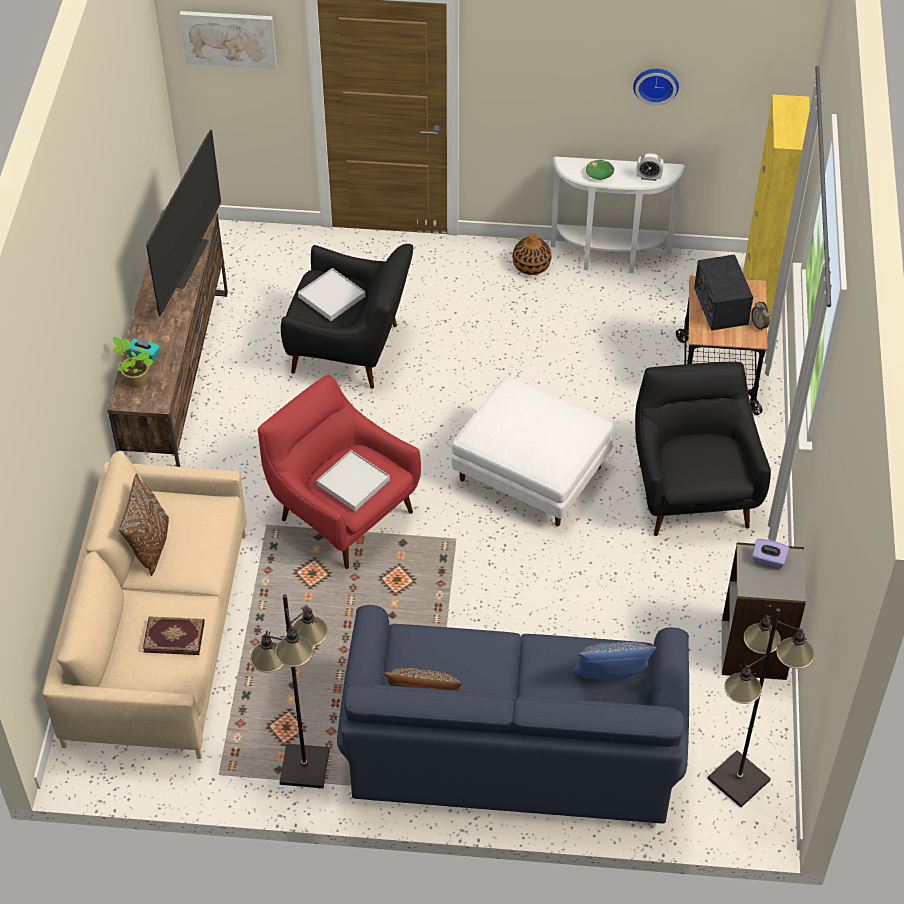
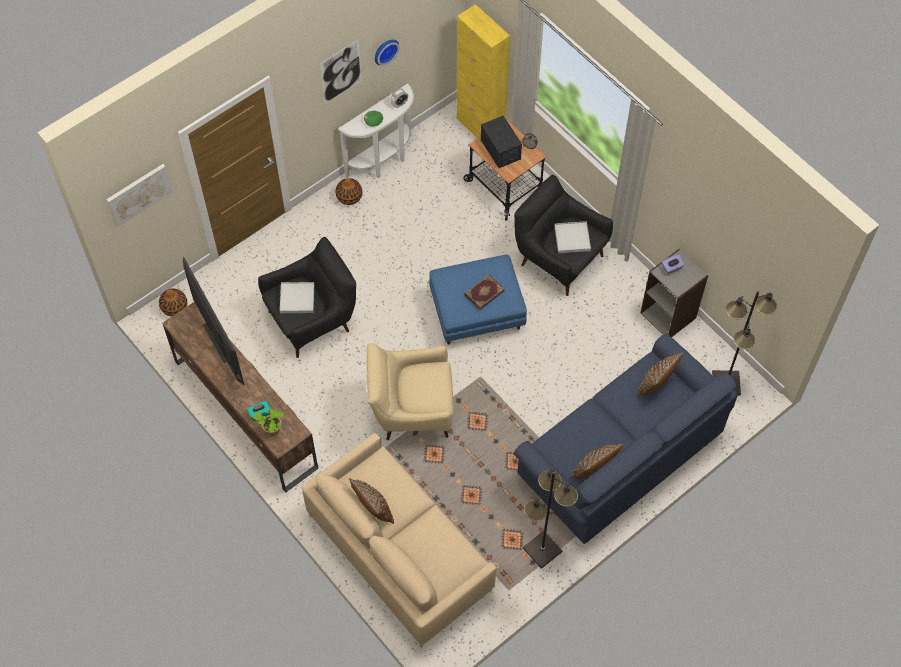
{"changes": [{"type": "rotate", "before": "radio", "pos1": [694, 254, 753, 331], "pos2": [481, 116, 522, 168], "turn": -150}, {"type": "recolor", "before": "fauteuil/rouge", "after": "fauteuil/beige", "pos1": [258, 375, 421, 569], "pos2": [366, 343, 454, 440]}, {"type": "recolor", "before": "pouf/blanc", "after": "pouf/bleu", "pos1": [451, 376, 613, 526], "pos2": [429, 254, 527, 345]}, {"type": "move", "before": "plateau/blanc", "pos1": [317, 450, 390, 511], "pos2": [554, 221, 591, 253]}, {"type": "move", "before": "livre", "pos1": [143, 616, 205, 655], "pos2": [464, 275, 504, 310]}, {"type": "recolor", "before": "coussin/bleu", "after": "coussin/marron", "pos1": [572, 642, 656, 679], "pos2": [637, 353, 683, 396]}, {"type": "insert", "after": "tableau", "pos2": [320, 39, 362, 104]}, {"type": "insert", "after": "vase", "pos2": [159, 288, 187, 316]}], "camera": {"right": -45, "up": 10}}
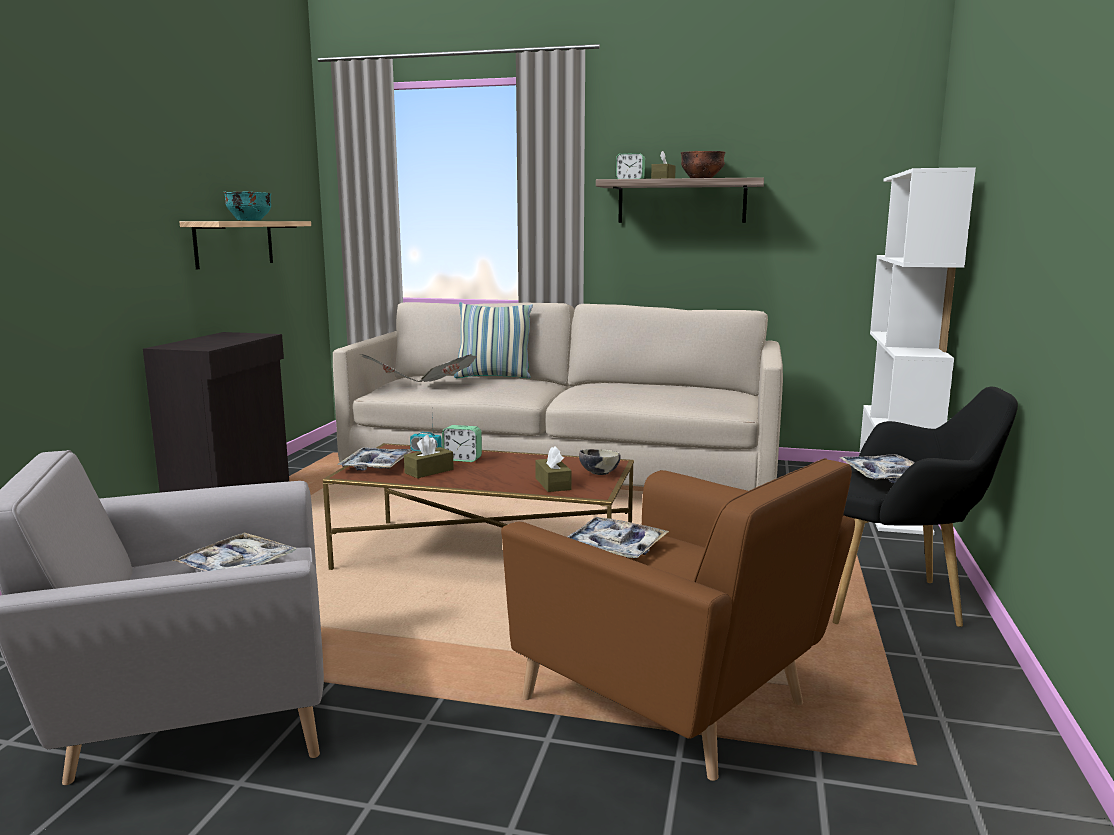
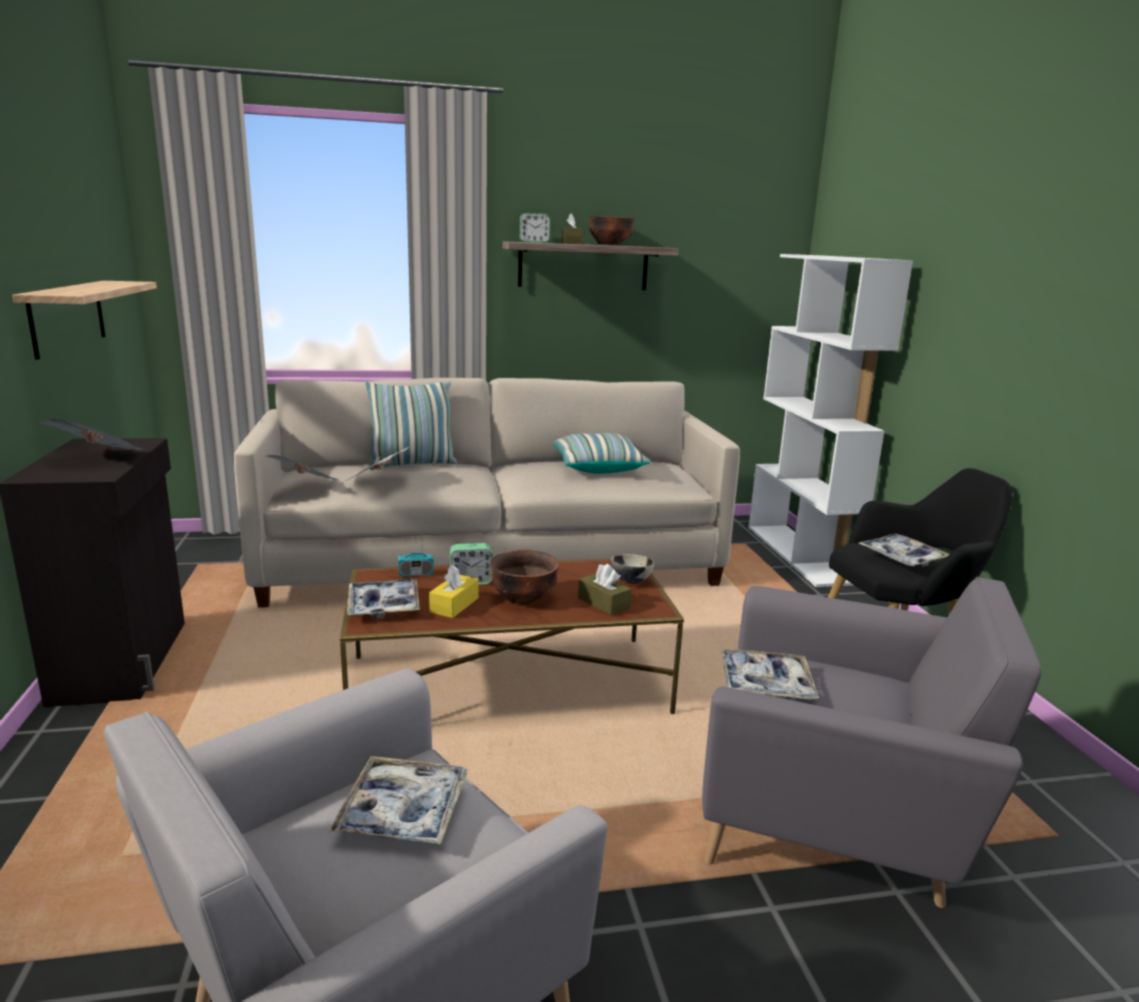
{"changes": [{"type": "delete", "before": "bol/turquoise", "pos1": [223, 192, 271, 221]}, {"type": "recolor", "before": "boîte à mouchoirs/marron", "after": "boîte à mouchoirs/jaune", "pos1": [404, 435, 454, 478], "pos2": [429, 565, 478, 618]}, {"type": "recolor", "before": "fauteuil/marron", "after": "fauteuil/gris", "pos1": [501, 458, 855, 781], "pos2": [702, 577, 1041, 908]}, {"type": "insert", "after": "journal", "pos2": [39, 419, 144, 450]}, {"type": "insert", "after": "coussin", "pos2": [553, 433, 651, 473]}, {"type": "insert", "after": "bol/marron", "pos2": [490, 549, 559, 604]}], "camera": {"right": -25, "up": 5}}
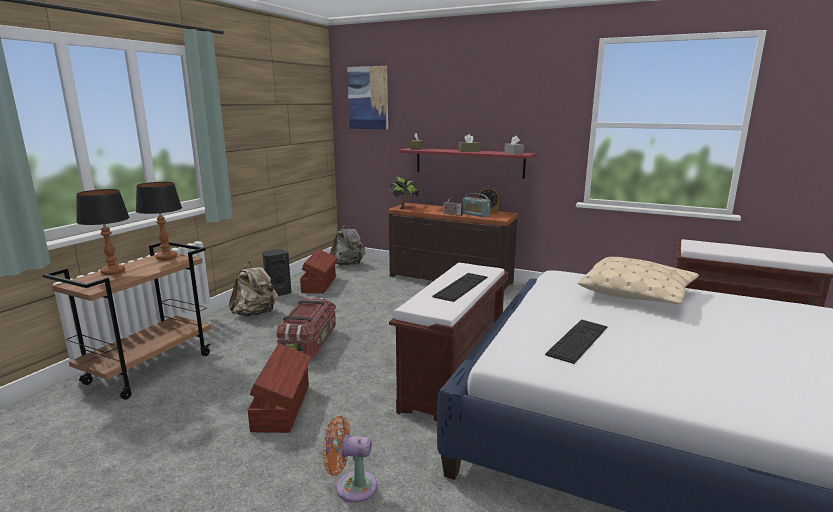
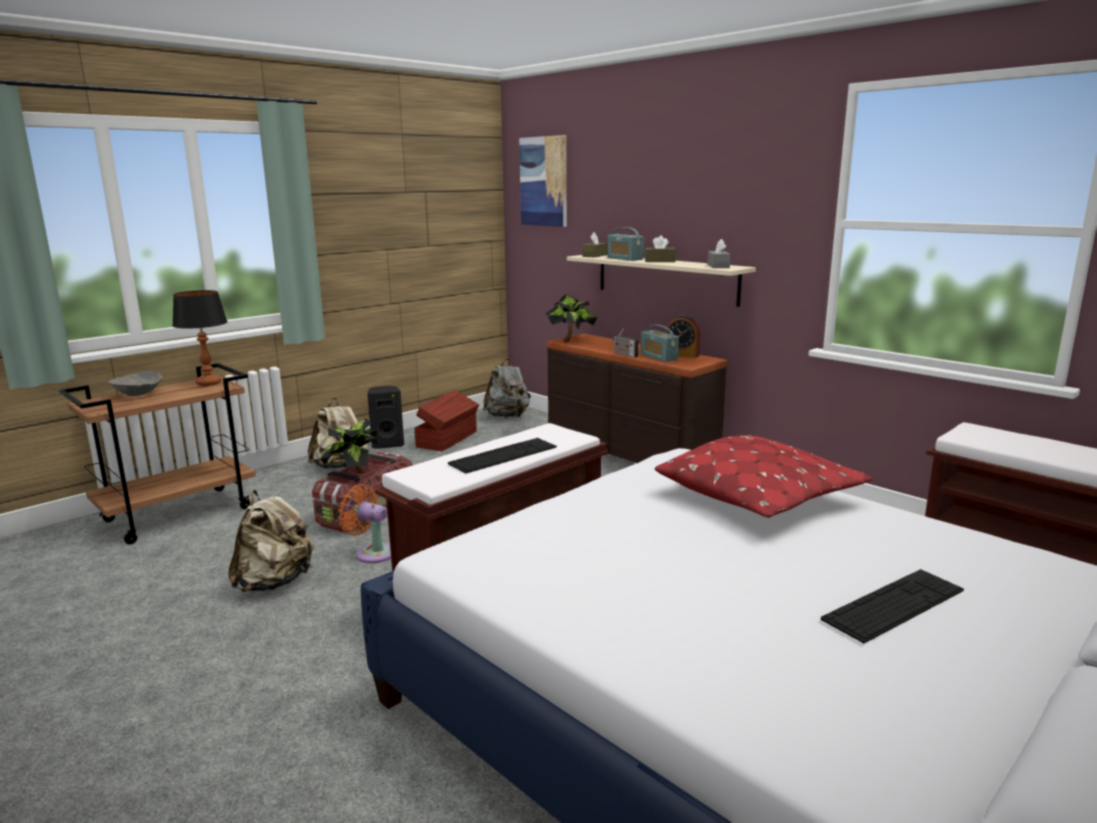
{"changes": [{"type": "recolor", "before": "étagère/rouge", "after": "étagère/beige", "pos1": [398, 148, 536, 179], "pos2": [567, 255, 756, 307]}, {"type": "replace", "before": "lampe de table", "after": "bol/gris", "pos1": [76, 189, 130, 275], "pos2": [108, 371, 162, 396]}, {"type": "recolor", "before": "coussin/beige", "after": "coussin/rouge", "pos1": [578, 257, 699, 304], "pos2": [655, 435, 873, 518]}, {"type": "move", "before": "clavier", "pos1": [545, 320, 607, 364], "pos2": [821, 569, 964, 643]}, {"type": "replace", "before": "boîte de rangement/marron", "after": "sac à dos/beige", "pos1": [247, 343, 312, 433], "pos2": [228, 490, 314, 592]}, {"type": "move", "before": "ventilateur/orange", "pos1": [323, 416, 377, 503], "pos2": [338, 484, 391, 563]}, {"type": "insert", "after": "radio", "pos2": [607, 227, 644, 261]}, {"type": "insert", "after": "plante en pot", "pos2": [320, 418, 381, 473]}], "camera": {"right": 20, "up": 0}}
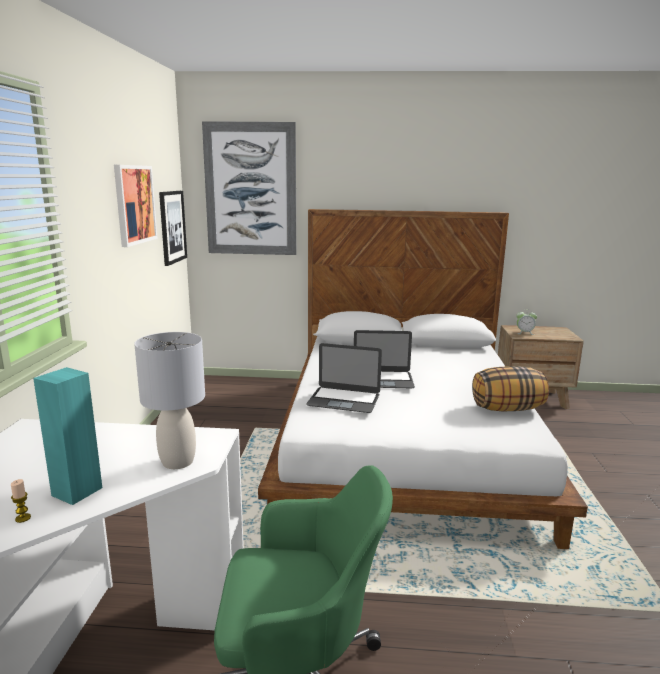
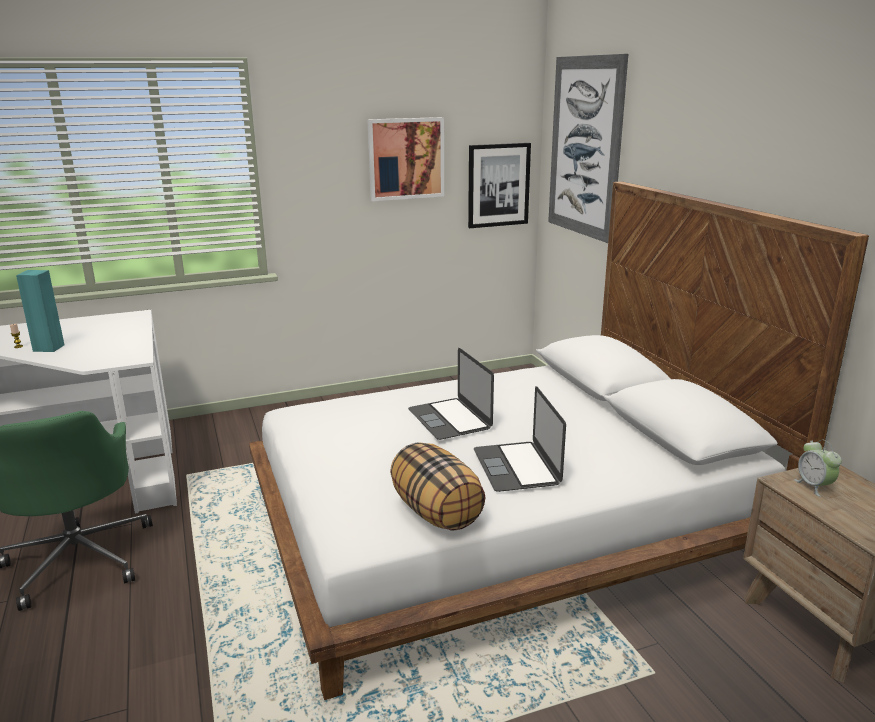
{"changes": [{"type": "delete", "before": "lampe de table/gris", "pos1": [134, 332, 205, 469]}, {"type": "move", "before": "ordinateur portable", "pos1": [306, 343, 382, 413], "pos2": [474, 386, 566, 492]}], "camera": {"right": 65, "up": 5}}
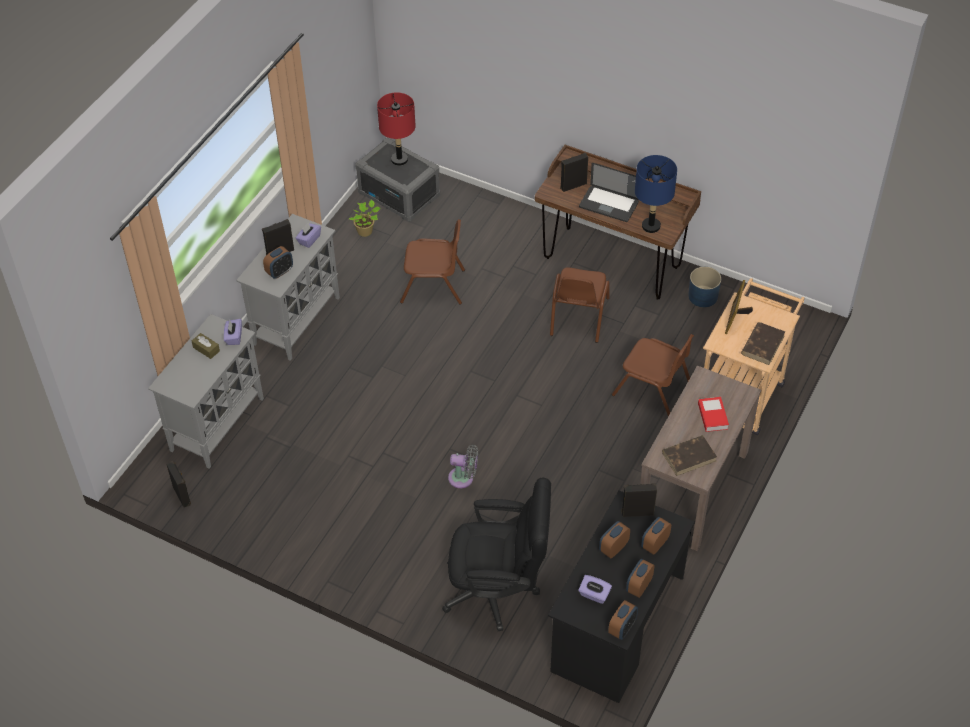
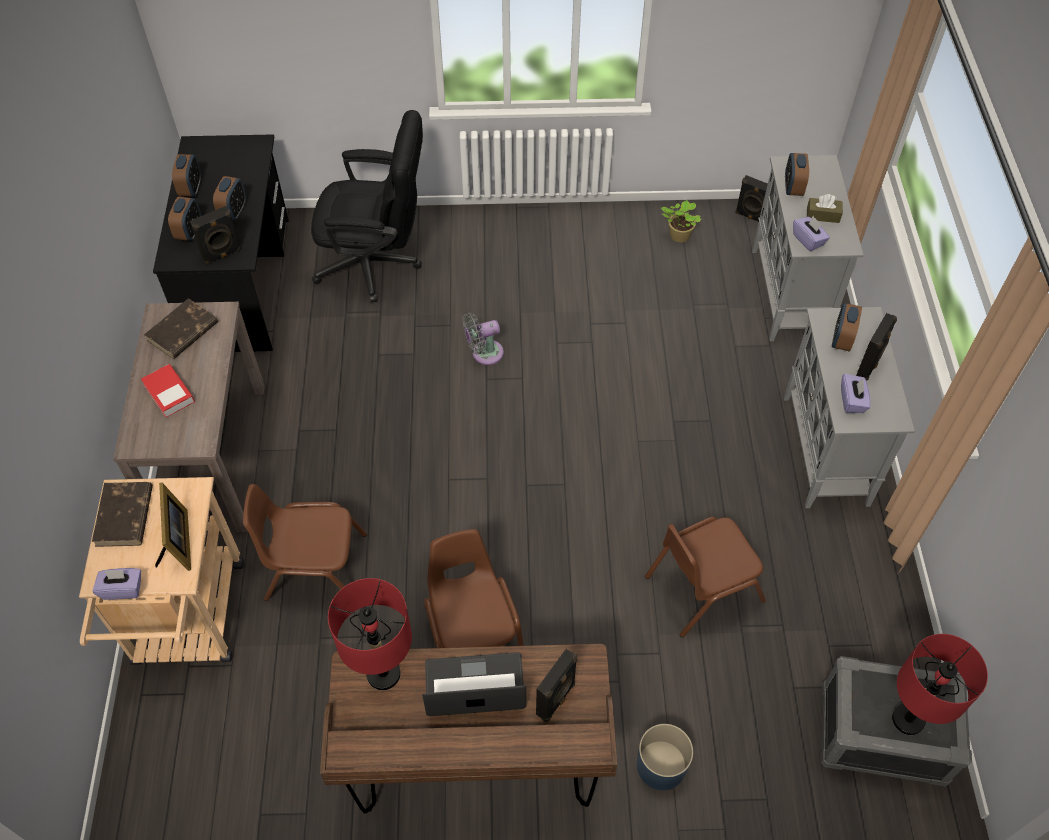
{"changes": [{"type": "recolor", "before": "lampe de table/bleu", "after": "lampe de table/rouge", "pos1": [635, 155, 677, 233], "pos2": [328, 578, 412, 690]}, {"type": "move", "before": "plante en pot", "pos1": [349, 200, 380, 237], "pos2": [661, 200, 701, 243]}, {"type": "move", "before": "cache-pot/bleu", "pos1": [688, 267, 721, 307], "pos2": [636, 724, 693, 790]}, {"type": "rotate", "before": "chaise de bureau/noir", "pos1": [442, 478, 551, 631], "pos2": [311, 110, 423, 303], "turn": -150}, {"type": "move", "before": "boîte à mouchoirs/violet", "pos1": [578, 575, 612, 604], "pos2": [93, 568, 141, 600]}, {"type": "move", "before": "réveil", "pos1": [608, 600, 638, 640], "pos2": [785, 153, 809, 196]}], "camera": {"right": 150, "up": 5}}
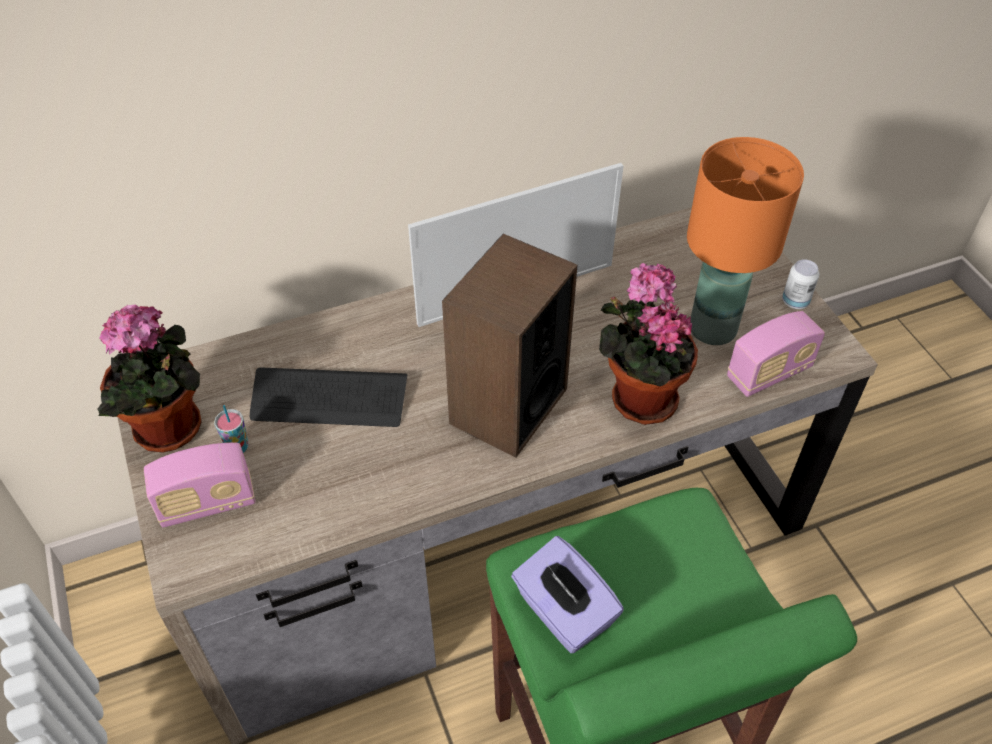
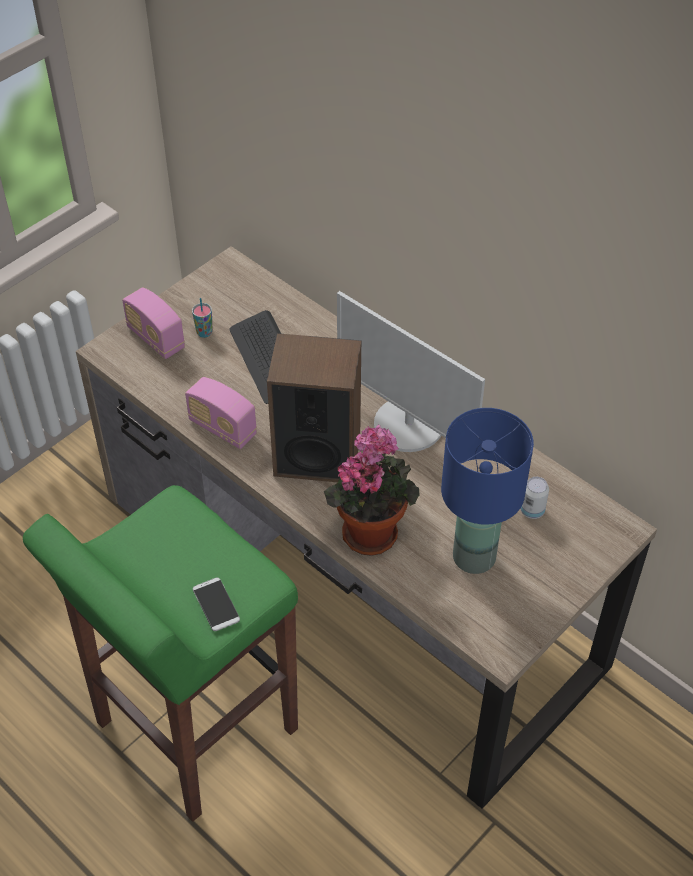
{"changes": [{"type": "recolor", "before": "lampe de table/orange", "after": "lampe de table/bleu", "pos1": [687, 137, 804, 345], "pos2": [441, 408, 534, 574]}, {"type": "move", "before": "boîte métallique", "pos1": [782, 259, 819, 309], "pos2": [520, 477, 549, 519]}, {"type": "delete", "before": "plante en pot", "pos1": [97, 305, 202, 453]}, {"type": "move", "before": "radio", "pos1": [727, 311, 825, 397], "pos2": [185, 377, 257, 449]}, {"type": "delete", "before": "boîte à mouchoirs/violet", "pos1": [511, 536, 624, 653]}, {"type": "insert", "after": "téléphone", "pos2": [193, 578, 240, 631]}], "camera": {"right": 65, "up": 0}}
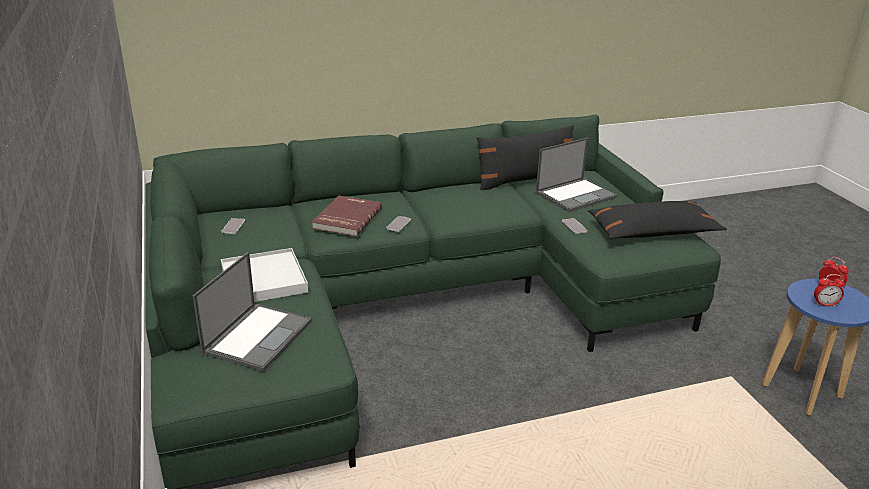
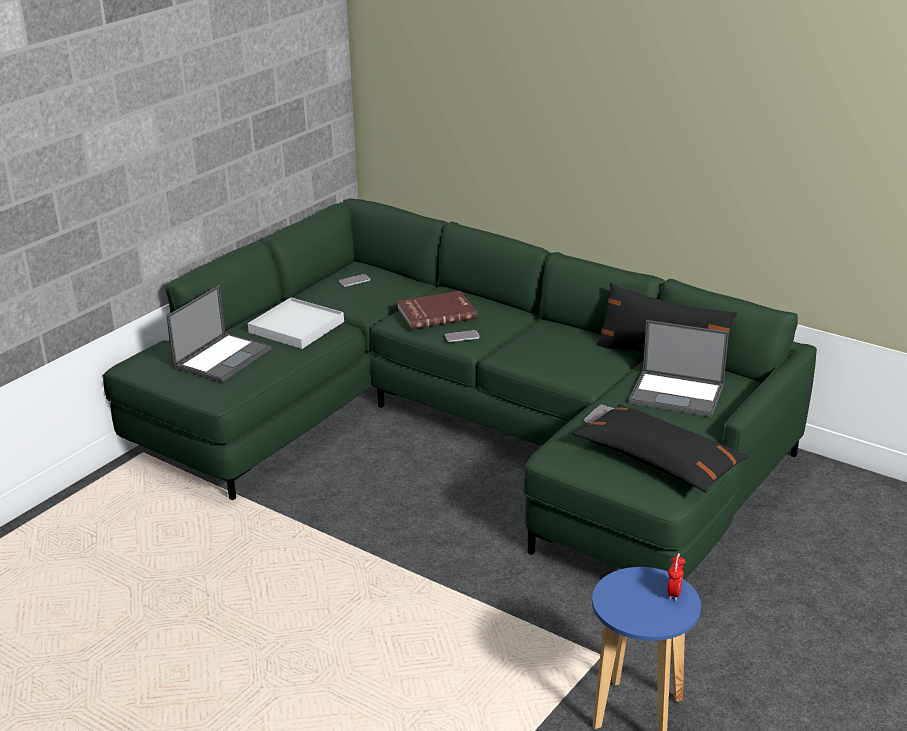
{"changes": [{"type": "rotate", "before": "ordinateur portable", "pos1": [193, 252, 312, 372], "pos2": [167, 285, 271, 383], "turn": -45}, {"type": "delete", "before": "réveil", "pos1": [814, 274, 845, 307]}], "camera": {"right": 55, "up": 0}}
